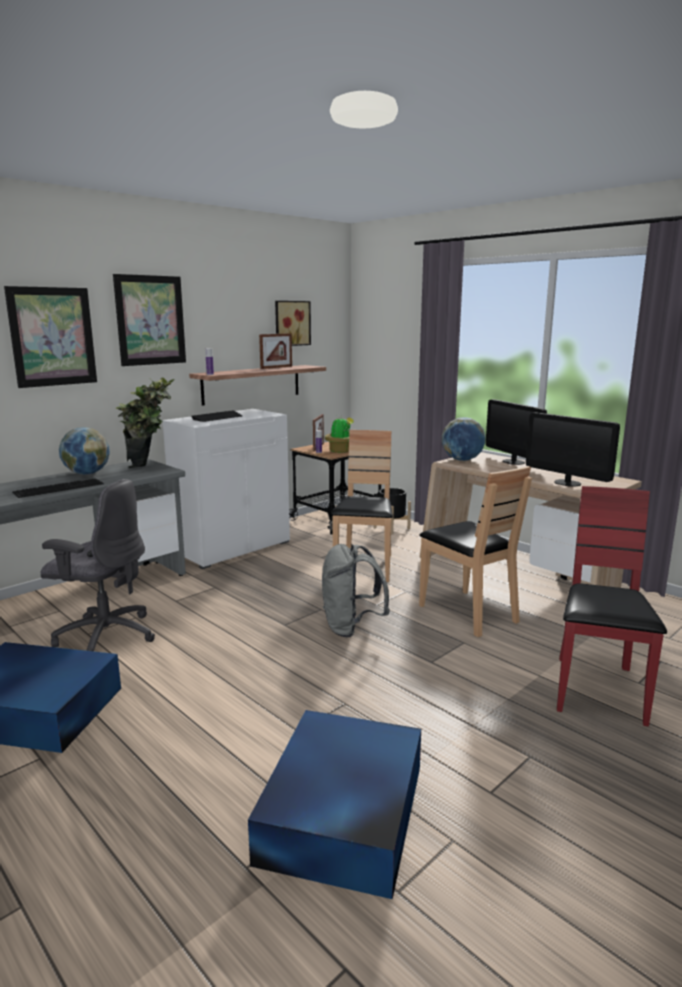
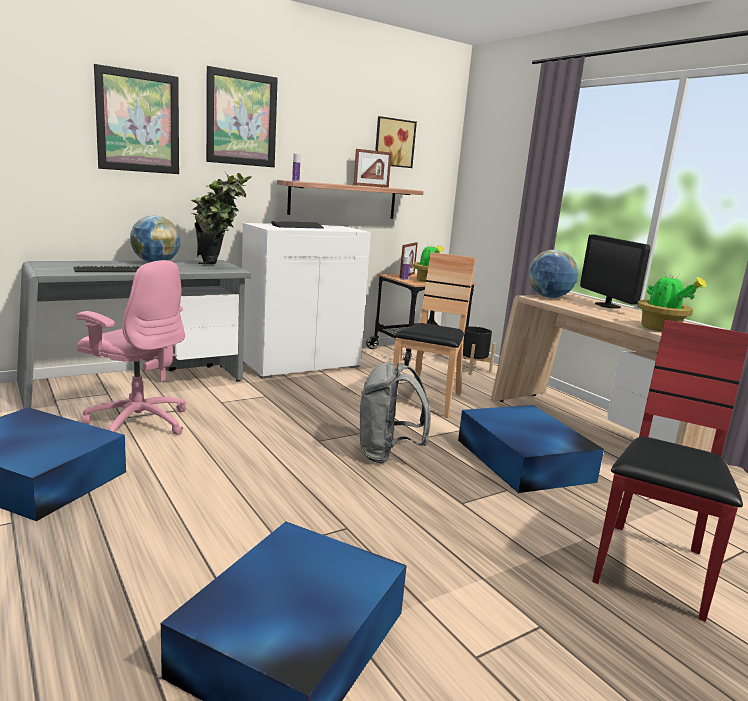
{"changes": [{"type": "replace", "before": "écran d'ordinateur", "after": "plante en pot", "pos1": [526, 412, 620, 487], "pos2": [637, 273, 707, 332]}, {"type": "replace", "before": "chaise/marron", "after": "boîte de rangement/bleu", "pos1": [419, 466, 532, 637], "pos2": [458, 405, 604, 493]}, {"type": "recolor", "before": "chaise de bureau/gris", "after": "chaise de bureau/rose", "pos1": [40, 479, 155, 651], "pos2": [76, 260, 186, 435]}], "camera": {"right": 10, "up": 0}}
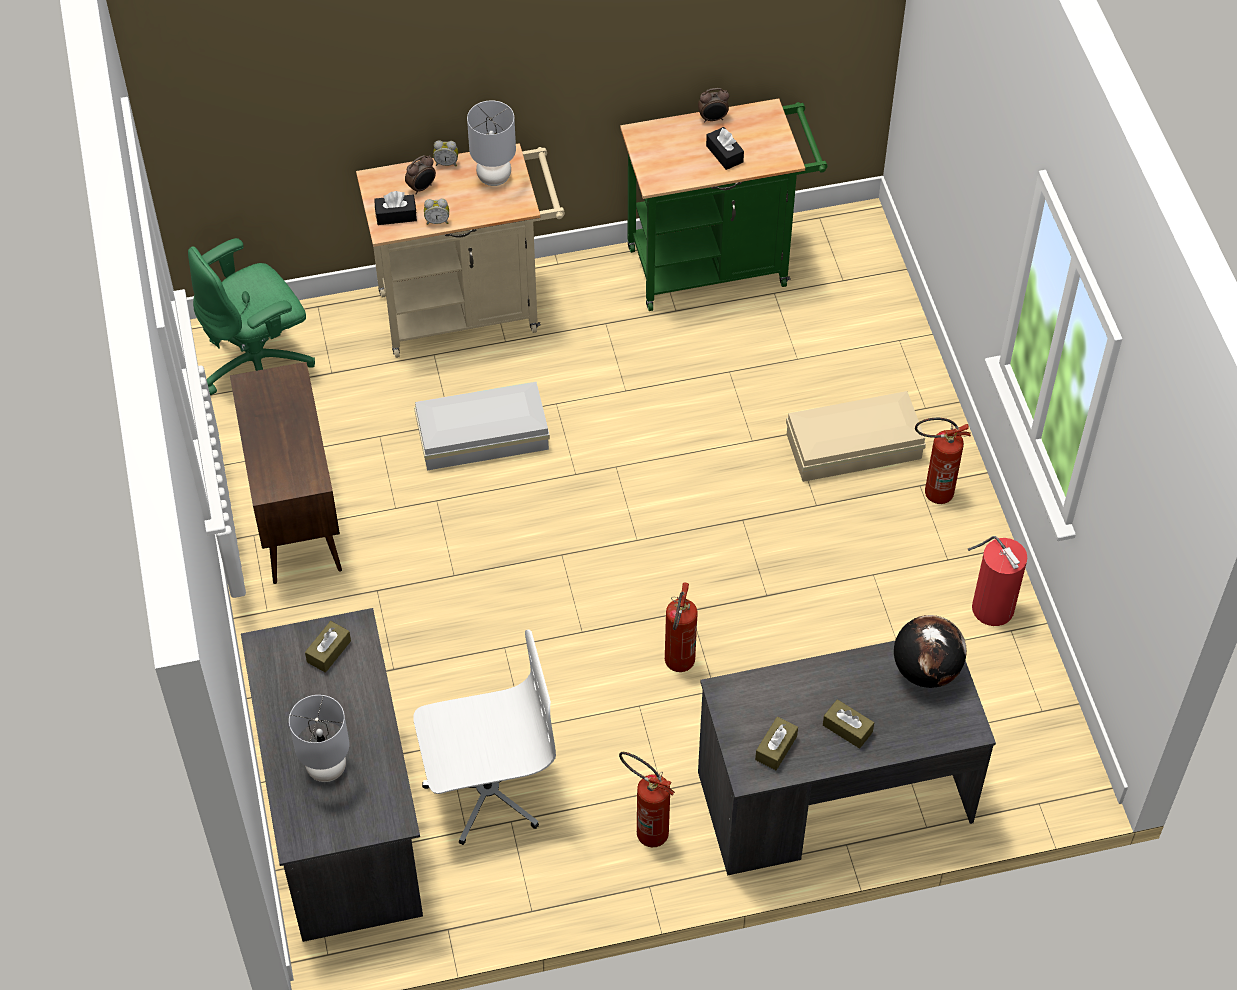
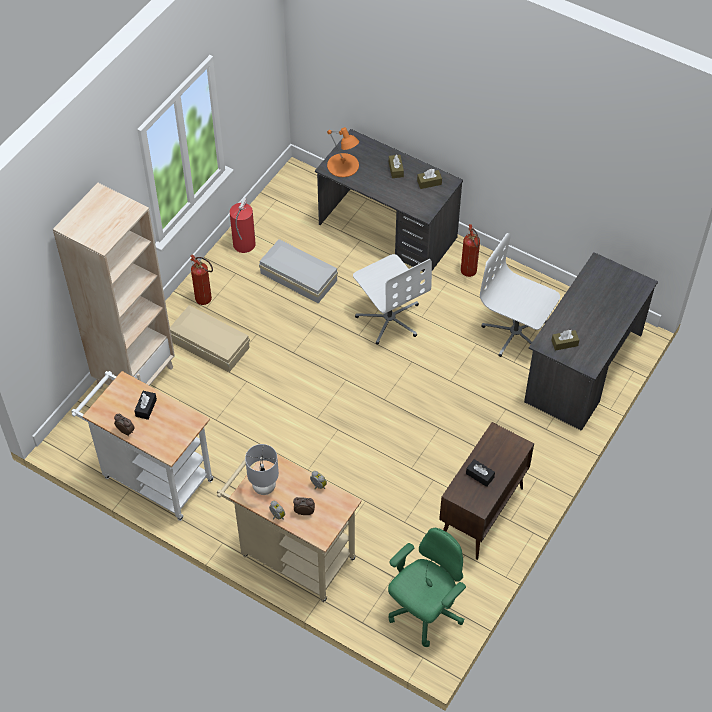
{"changes": [{"type": "recolor", "before": "chariot/vert", "after": "chariot/blanc", "pos1": [620, 98, 827, 311], "pos2": [71, 371, 214, 521]}, {"type": "move", "before": "boîte à mouchoirs/noir", "pos1": [374, 191, 417, 225], "pos2": [466, 459, 495, 487]}, {"type": "rotate", "before": "chaise de bureau/vert", "pos1": [188, 238, 315, 395], "pos2": [388, 528, 466, 647], "turn": -60}, {"type": "move", "before": "boîte de rangement/blanc", "pos1": [414, 382, 550, 470], "pos2": [259, 239, 338, 303]}, {"type": "replace", "before": "extincteur", "after": "chaise de bureau/blanc", "pos1": [665, 582, 698, 672], "pos2": [353, 254, 432, 345]}, {"type": "replace", "before": "globe", "after": "lampe de table/orange", "pos1": [894, 615, 967, 688], "pos2": [327, 127, 359, 177]}, {"type": "delete", "before": "lampe de table/gris", "pos1": [289, 695, 349, 782]}, {"type": "insert", "after": "bibliothèque/beige", "pos2": [53, 183, 175, 389]}], "camera": {"right": -135, "up": 0}}
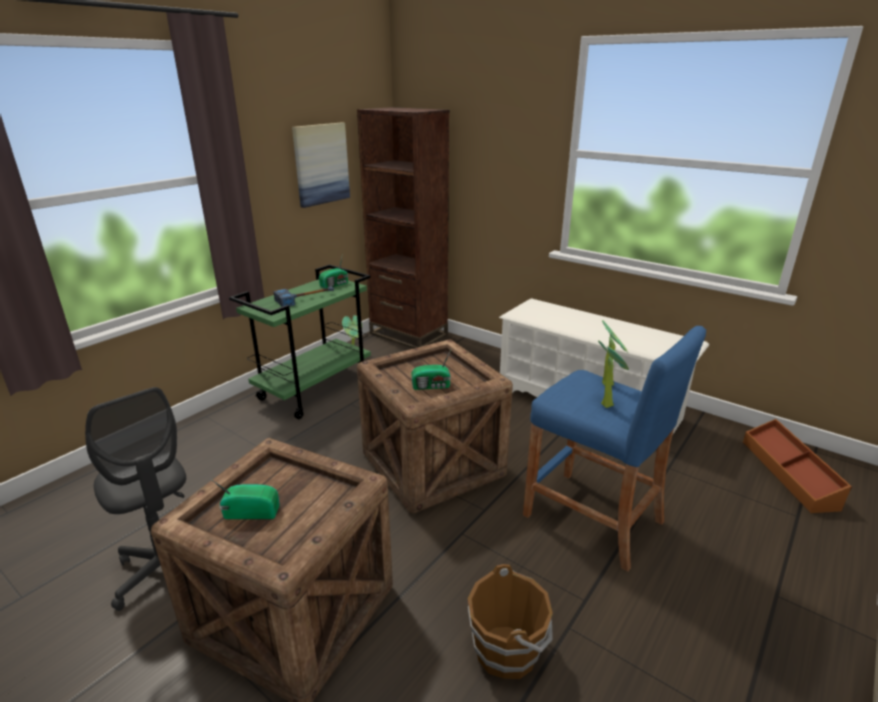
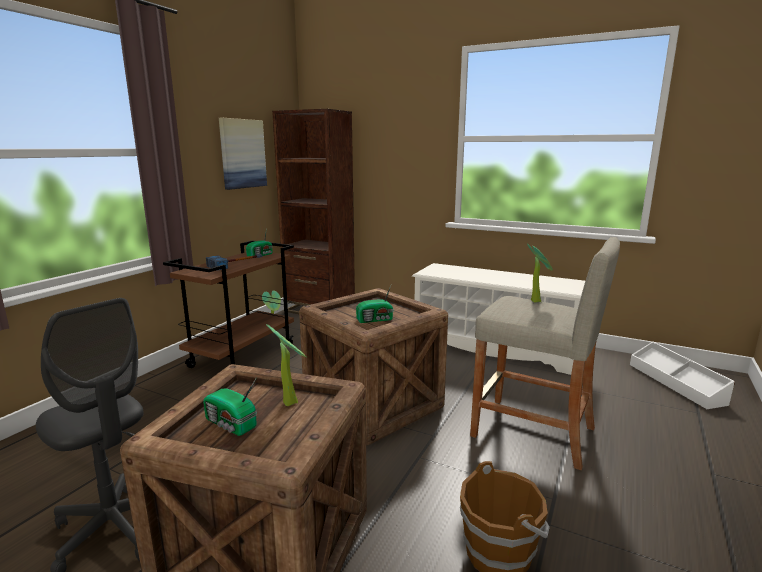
{"changes": [{"type": "recolor", "before": "chariot/vert", "after": "chariot/marron", "pos1": [229, 264, 371, 419], "pos2": [163, 240, 294, 368]}, {"type": "recolor", "before": "tabouret/bleu", "after": "tabouret/beige", "pos1": [523, 326, 706, 572], "pos2": [470, 237, 620, 470]}, {"type": "move", "before": "plante en pot", "pos1": [598, 340, 629, 408], "pos2": [266, 324, 307, 406]}, {"type": "recolor", "before": "boîte de rangement/marron", "after": "boîte de rangement/blanc", "pos1": [743, 419, 852, 513], "pos2": [630, 342, 735, 409]}, {"type": "rotate", "before": "radio", "pos1": [210, 478, 280, 519], "pos2": [203, 377, 257, 436], "turn": -135}], "camera": {"right": -10, "up": -10}}
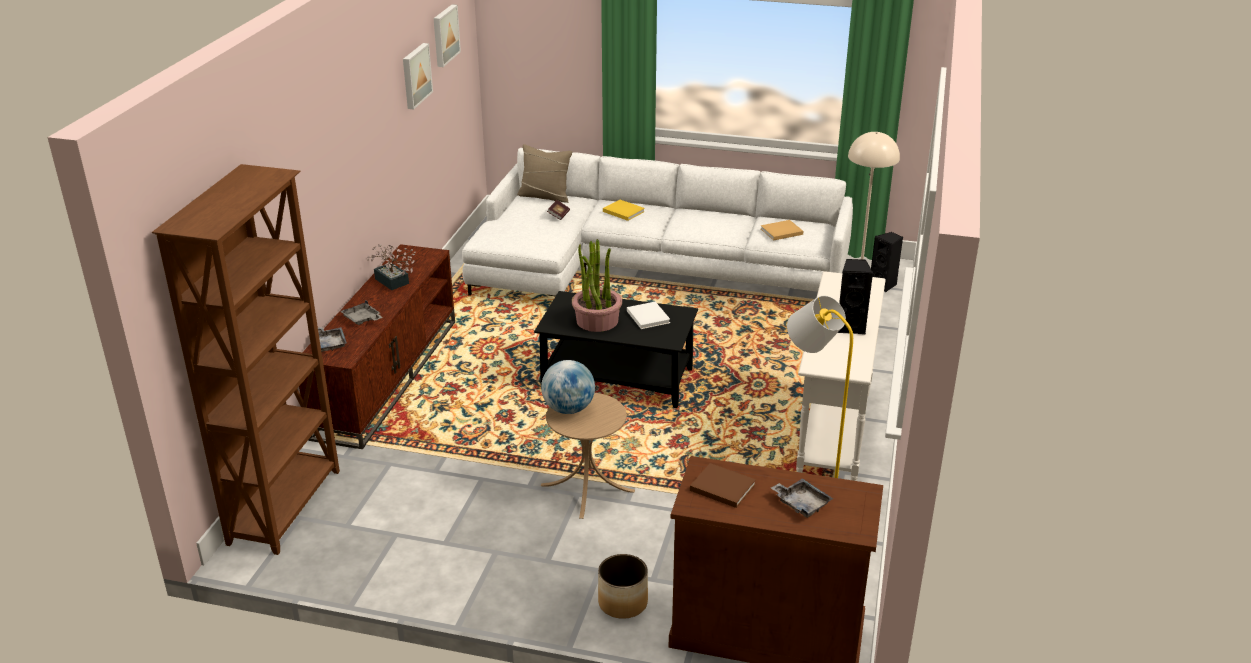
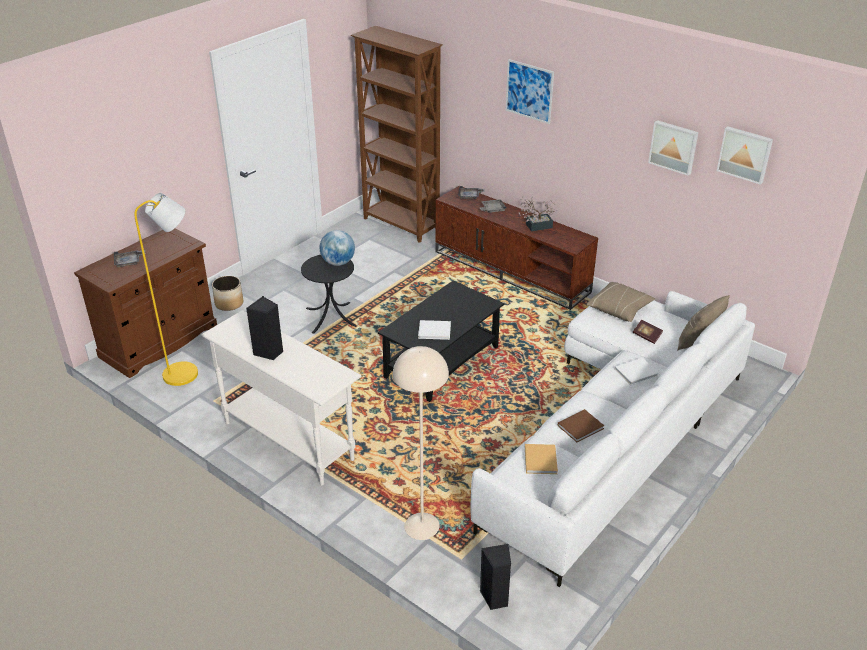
{"changes": [{"type": "recolor", "before": "livre/jaune", "after": "livre/blanc", "pos1": [603, 200, 645, 221], "pos2": [615, 358, 658, 385]}, {"type": "delete", "before": "plante en pot", "pos1": [572, 239, 622, 332]}, {"type": "recolor", "before": "table d'appoint/beige", "after": "table d'appoint/noir", "pos1": [541, 393, 635, 519], "pos2": [301, 255, 357, 334]}, {"type": "move", "before": "livre/marron", "pos1": [690, 463, 756, 508], "pos2": [557, 409, 604, 442]}, {"type": "insert", "after": "tableau", "pos2": [505, 59, 554, 124]}, {"type": "insert", "after": "coussin/beige", "pos2": [586, 282, 655, 322]}], "camera": {"right": 115, "up": 5}}
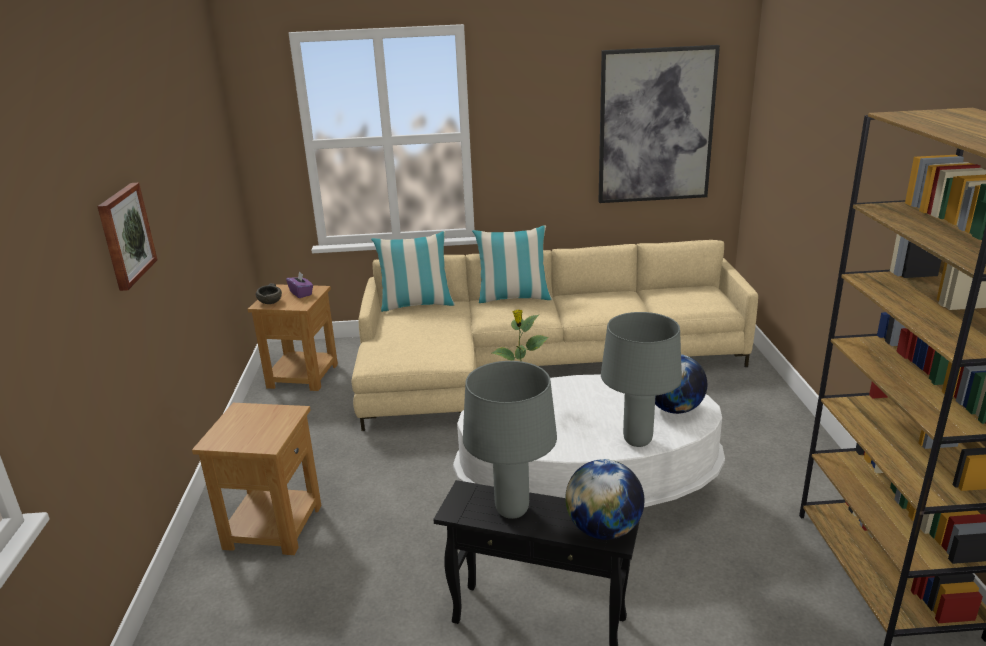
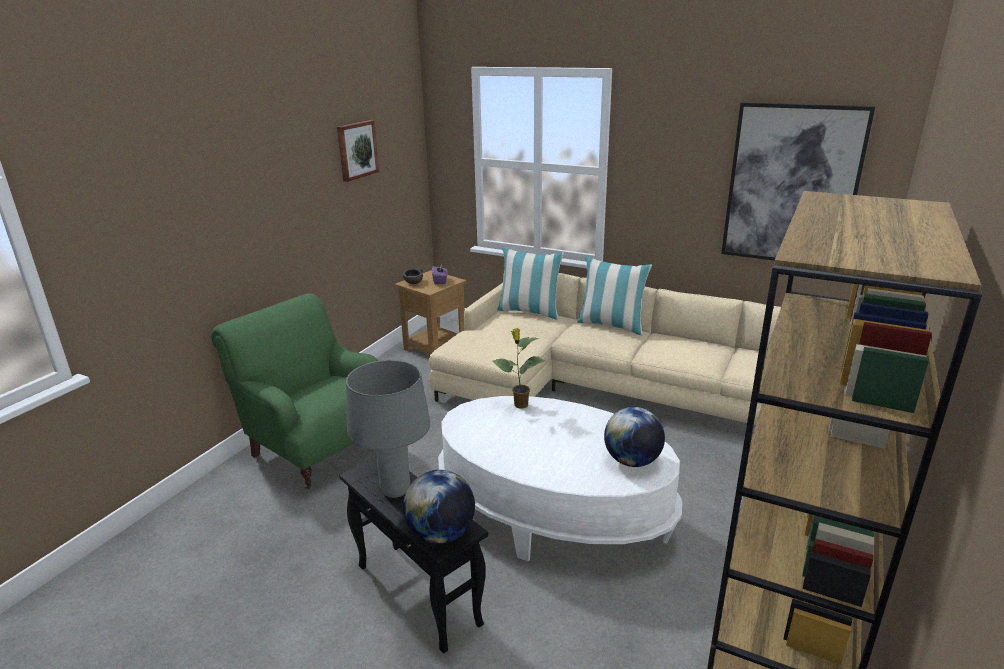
{"changes": [{"type": "move", "before": "tableau", "pos1": [97, 183, 157, 291], "pos2": [337, 120, 379, 182]}, {"type": "delete", "before": "lampe de table/gris", "pos1": [601, 312, 682, 447]}, {"type": "replace", "before": "table d'appoint/marron", "after": "fauteuil/vert", "pos1": [192, 403, 322, 555], "pos2": [211, 293, 378, 489]}], "camera": {"right": 30, "up": 0}}
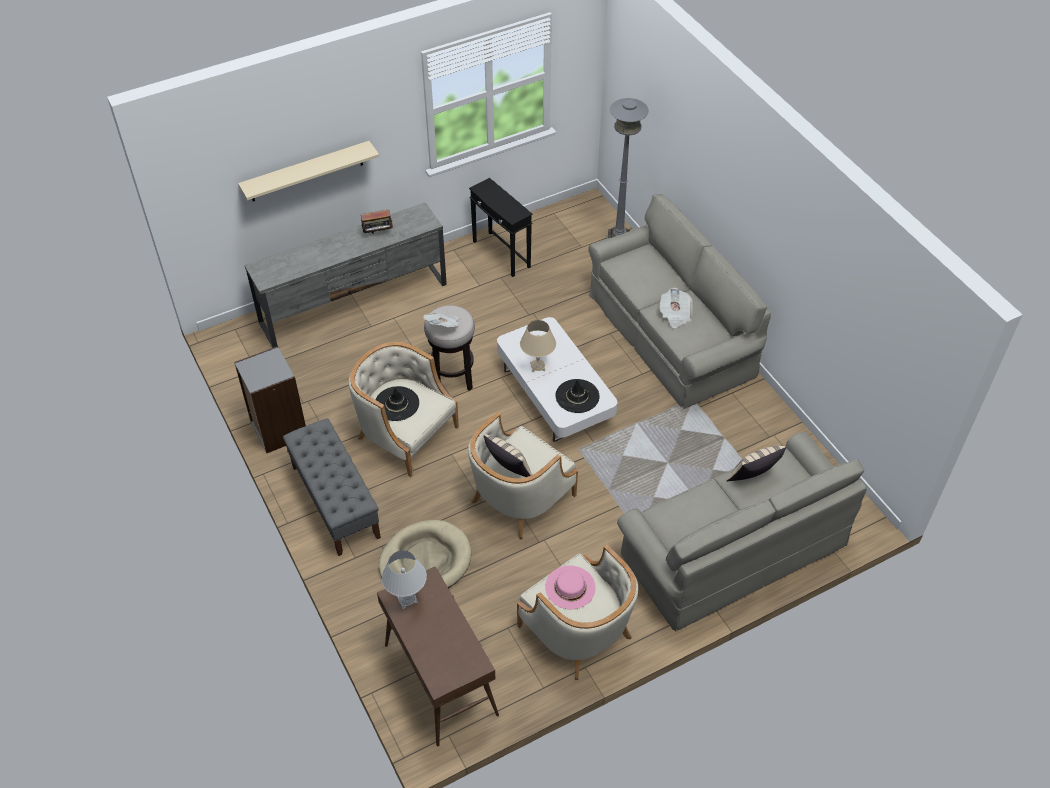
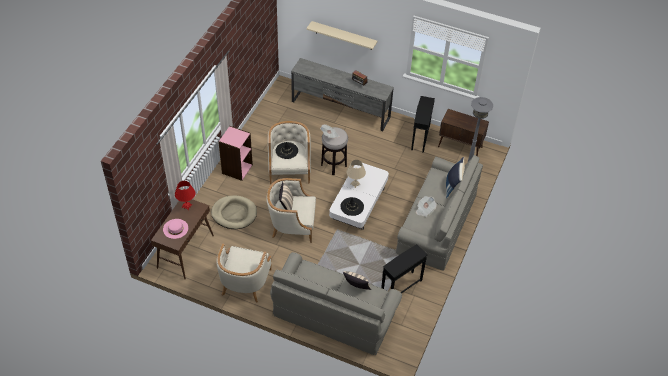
{"changes": [{"type": "delete", "before": "bibliothèque/gris", "pos1": [234, 346, 306, 454]}, {"type": "replace", "before": "banc/gris", "after": "bibliothèque/rose", "pos1": [283, 418, 381, 556], "pos2": [218, 126, 253, 181]}, {"type": "recolor", "before": "lampe de table/blanc", "after": "lampe de table/rouge", "pos1": [382, 550, 427, 609], "pos2": [175, 181, 196, 210]}, {"type": "move", "before": "chapeau/rose", "pos1": [545, 565, 596, 609], "pos2": [163, 219, 188, 239]}, {"type": "insert", "after": "meuble de rangement/marron", "pos2": [438, 109, 489, 156]}, {"type": "insert", "after": "coussin/bleu", "pos2": [446, 157, 465, 199]}, {"type": "insert", "after": "table d'appoint/noir", "pos2": [381, 244, 428, 293]}], "camera": {"right": 50, "up": 0}}
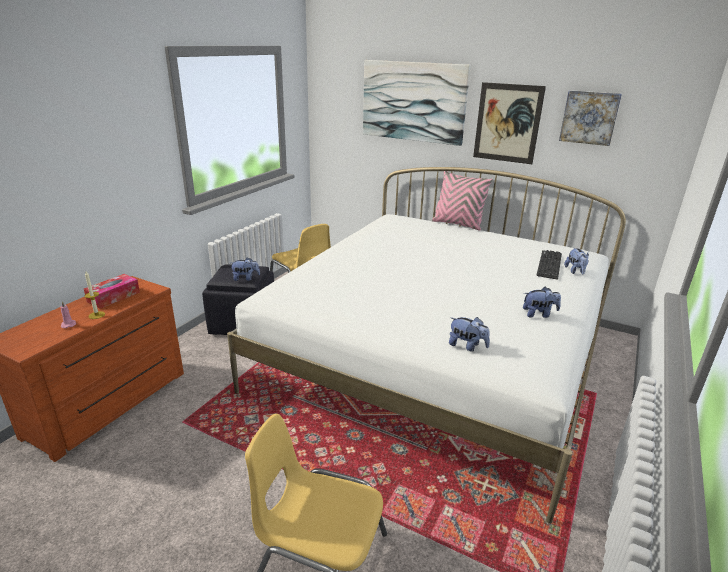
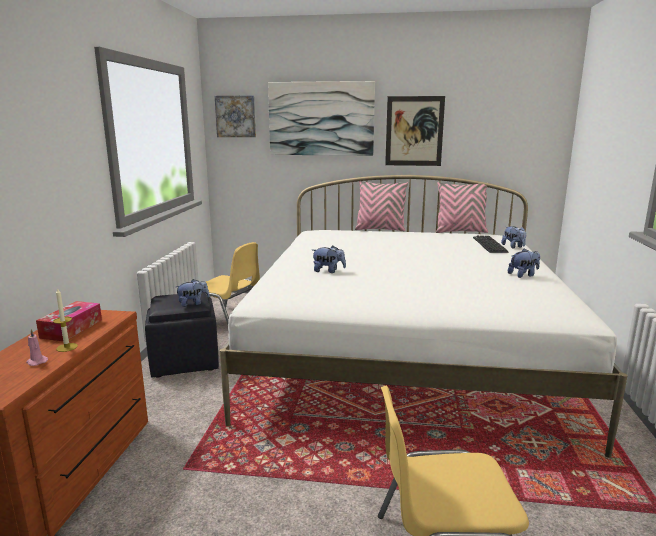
{"changes": [{"type": "move", "before": "tableau", "pos1": [559, 90, 622, 146], "pos2": [215, 96, 256, 137]}, {"type": "move", "before": "peluche", "pos1": [449, 317, 490, 351], "pos2": [313, 246, 346, 273]}, {"type": "insert", "after": "coussin/rose", "pos2": [436, 182, 488, 233]}], "camera": {"right": -20, "up": -10}}
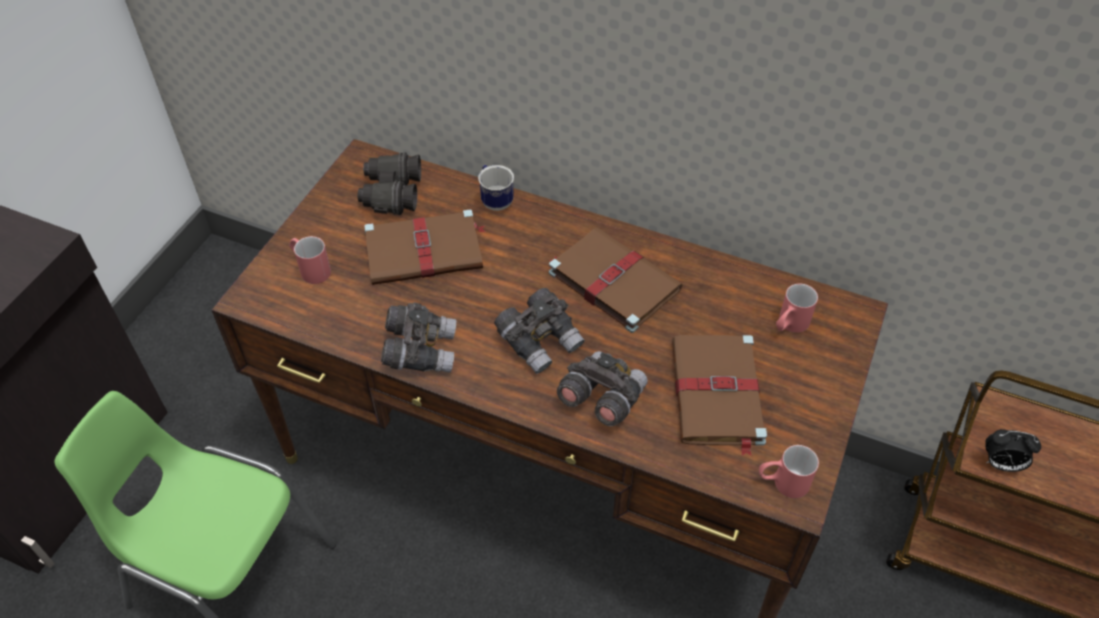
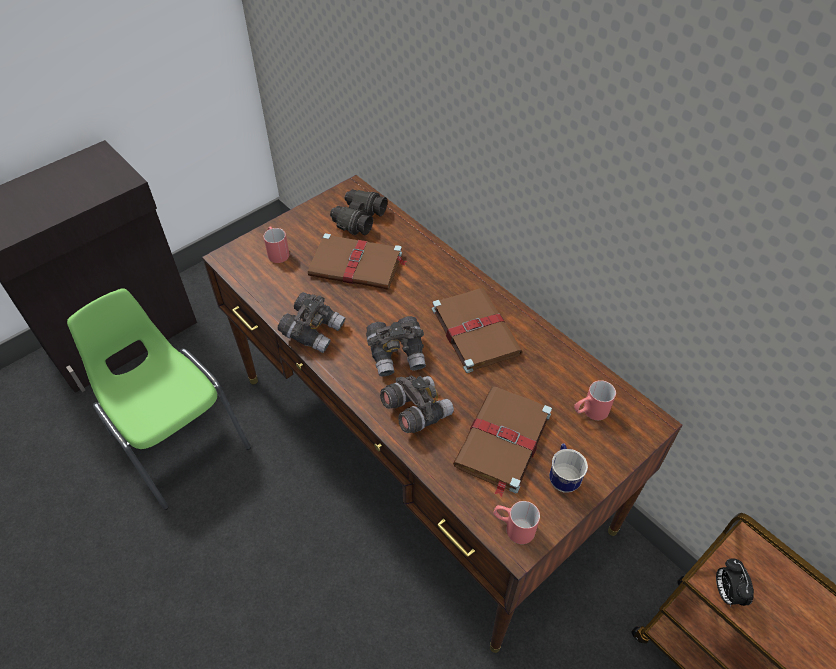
{"changes": [{"type": "move", "before": "mug", "pos1": [478, 165, 514, 211], "pos2": [549, 443, 588, 493]}, {"type": "rotate", "before": "réveil", "pos1": [985, 429, 1041, 472], "pos2": [716, 558, 754, 607], "turn": 45}], "camera": {"right": 25, "up": 0}}
